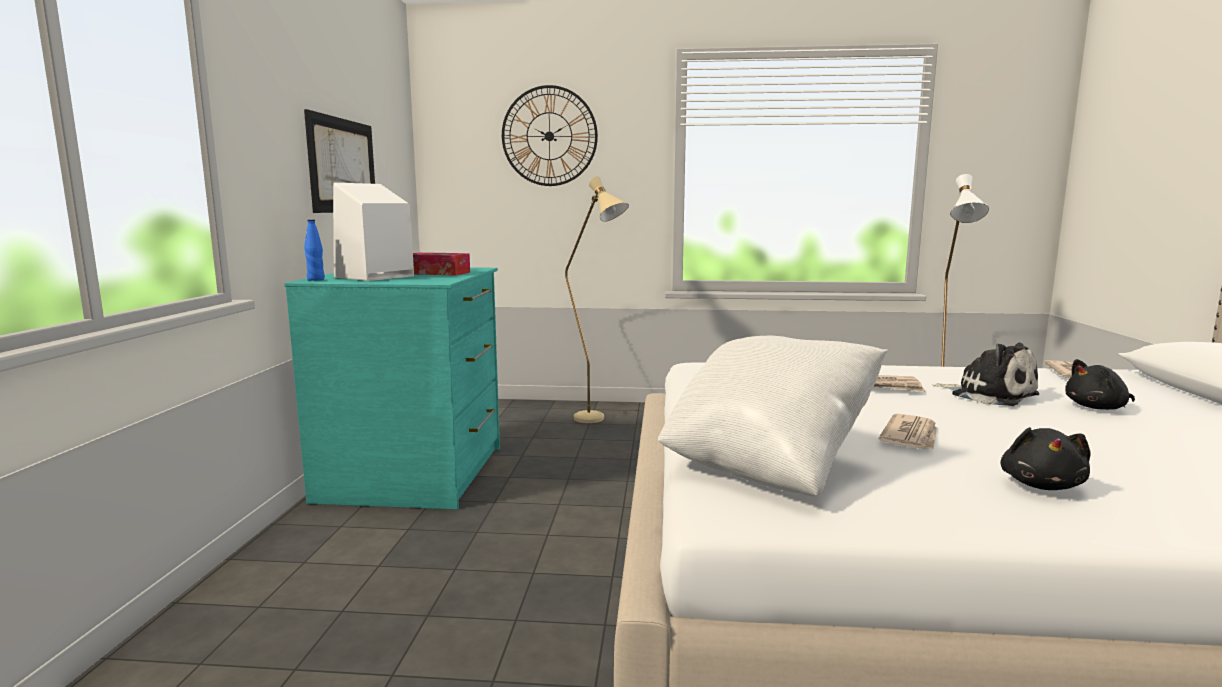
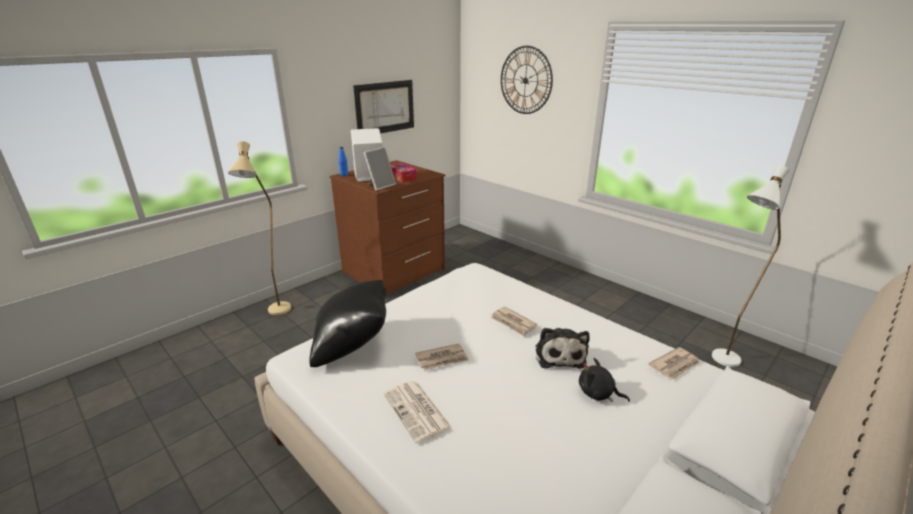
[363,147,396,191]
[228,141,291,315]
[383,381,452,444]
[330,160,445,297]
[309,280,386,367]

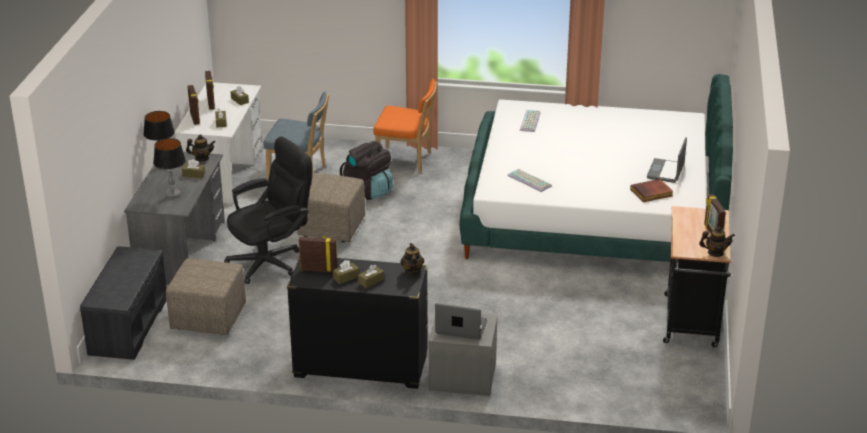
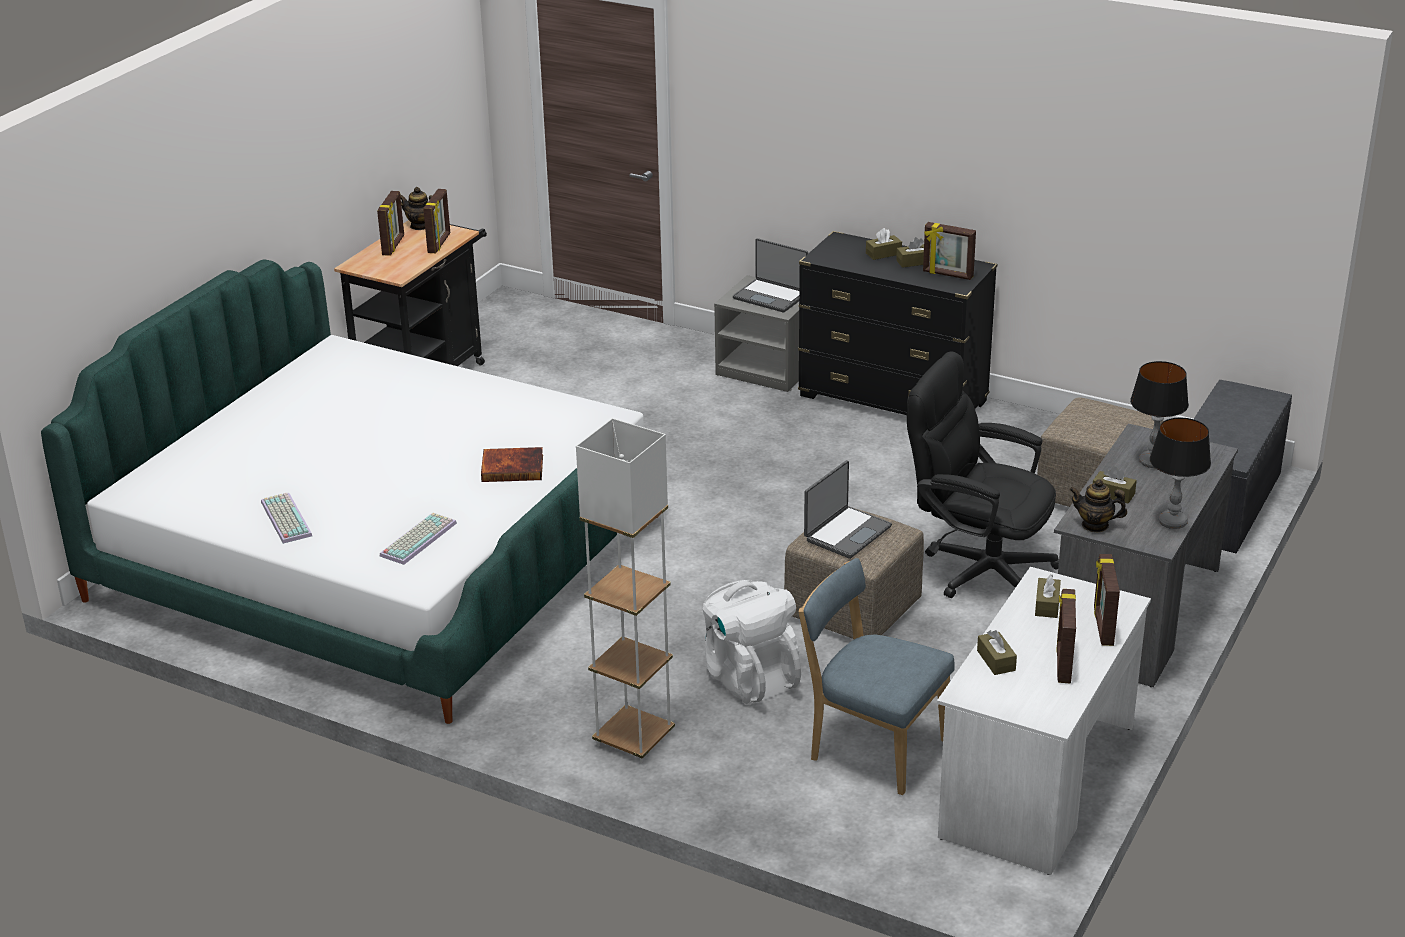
[400,243,424,276] (first image)
[423,189,450,253]
[261,493,312,544]
[481,447,543,482]
[804,460,892,559]
[576,418,675,763]
[703,580,801,705]
[907,352,1059,598]

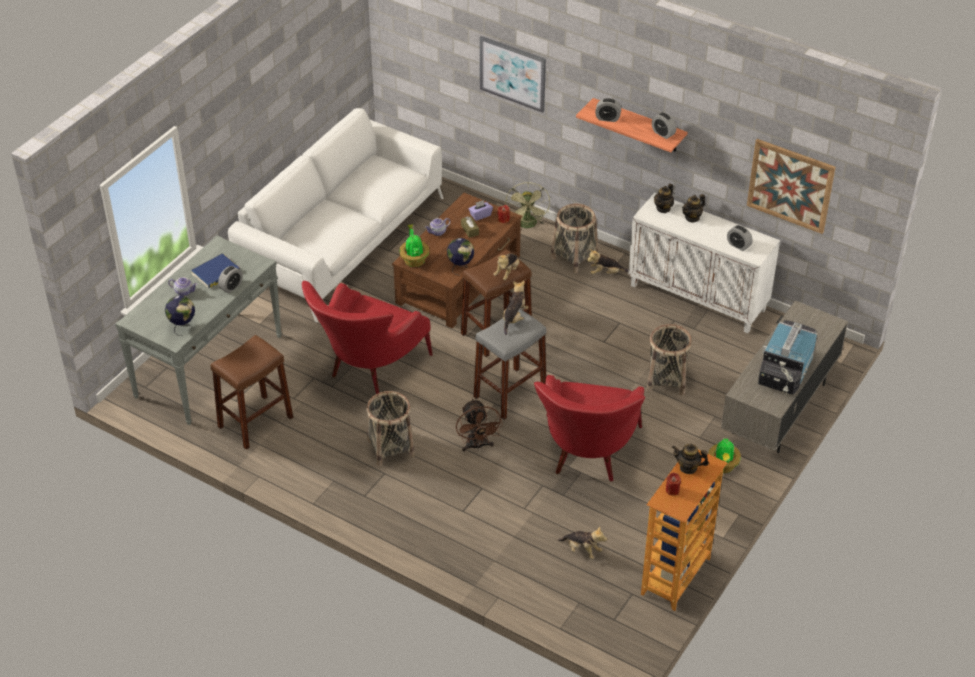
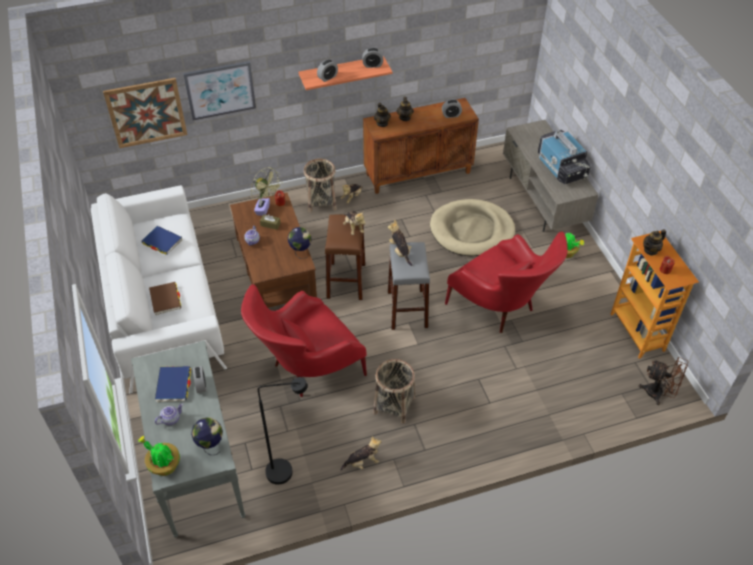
[141,226,182,255]
[149,282,181,315]
[138,436,180,476]
[638,357,688,405]
[341,436,382,471]
[103,78,187,148]
[258,377,308,485]
[430,199,515,256]
[363,98,479,194]
[241,284,367,397]

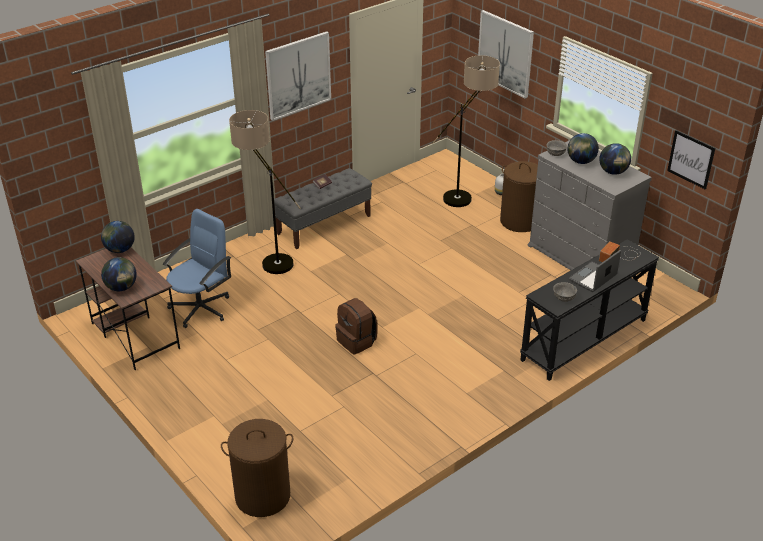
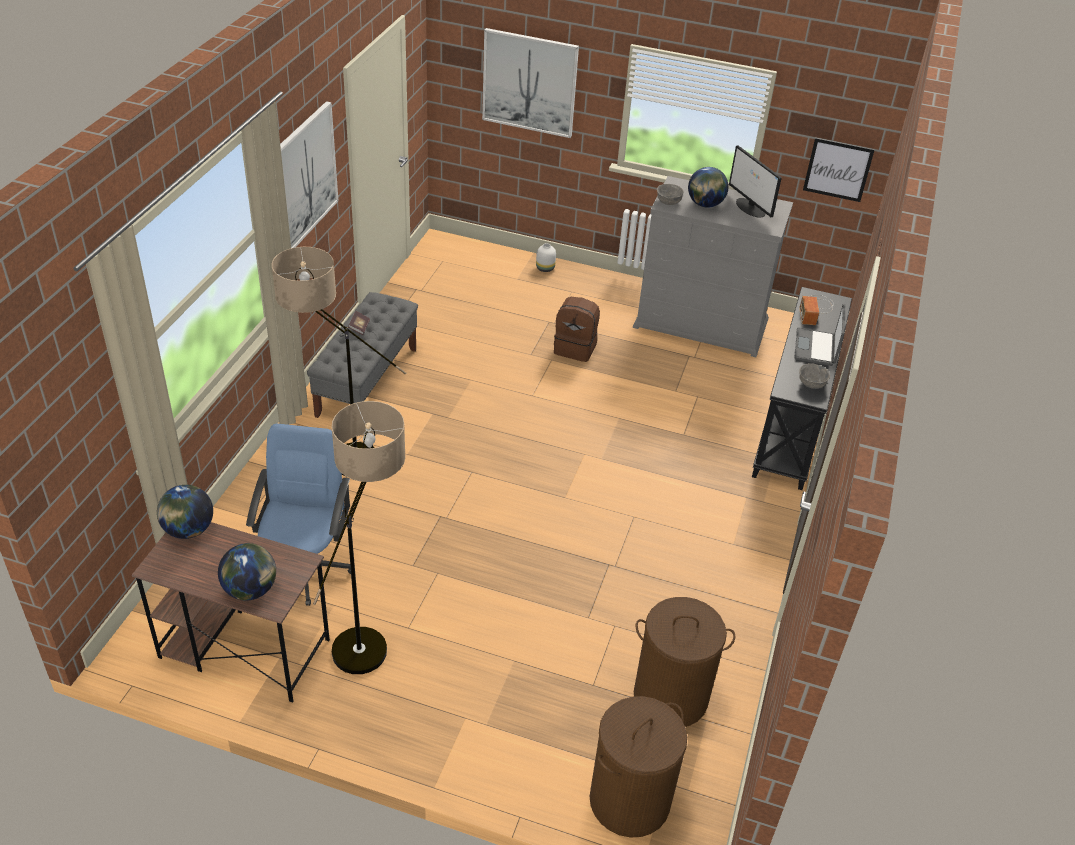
[554,297,600,362]
[313,401,406,674]
[634,597,735,727]
[729,145,782,218]

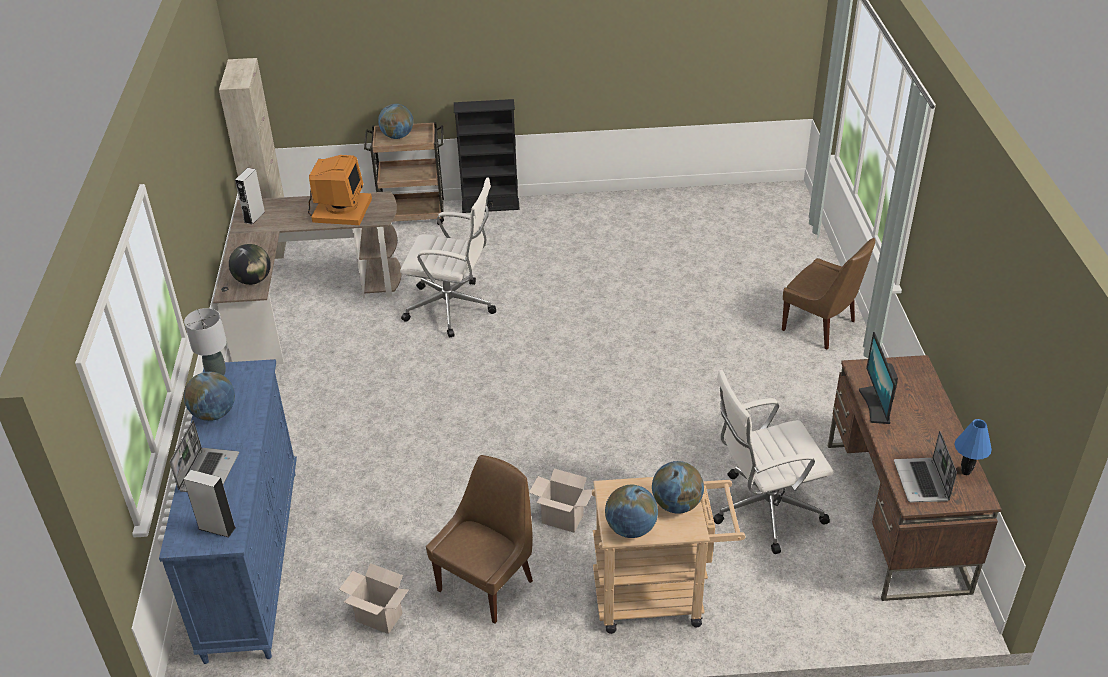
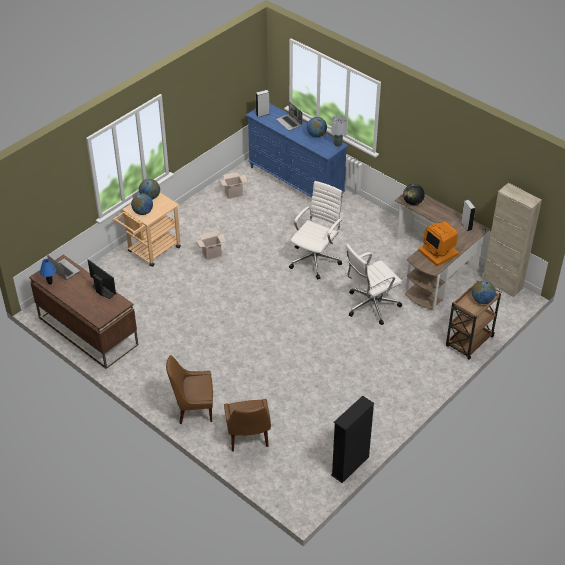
[224,399,271,452]
[331,396,374,483]
[289,181,343,279]

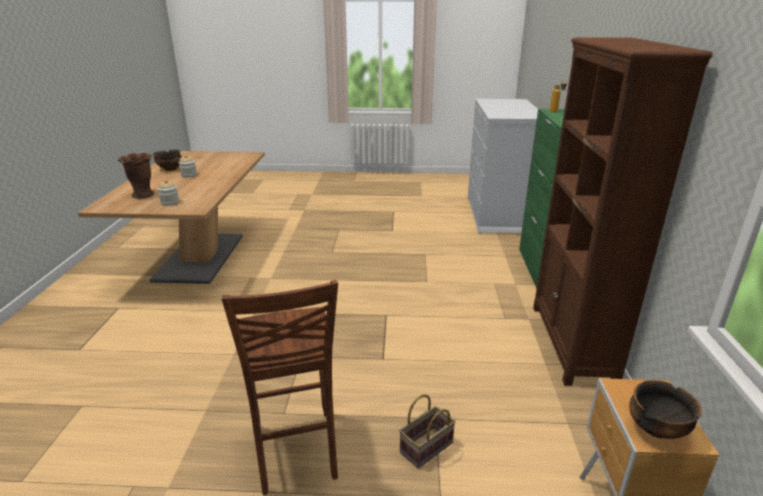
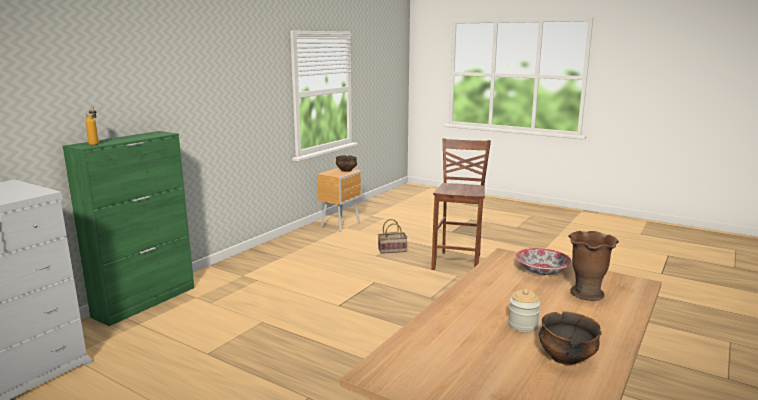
[533,37,713,386] (first image)
[516,248,572,275]

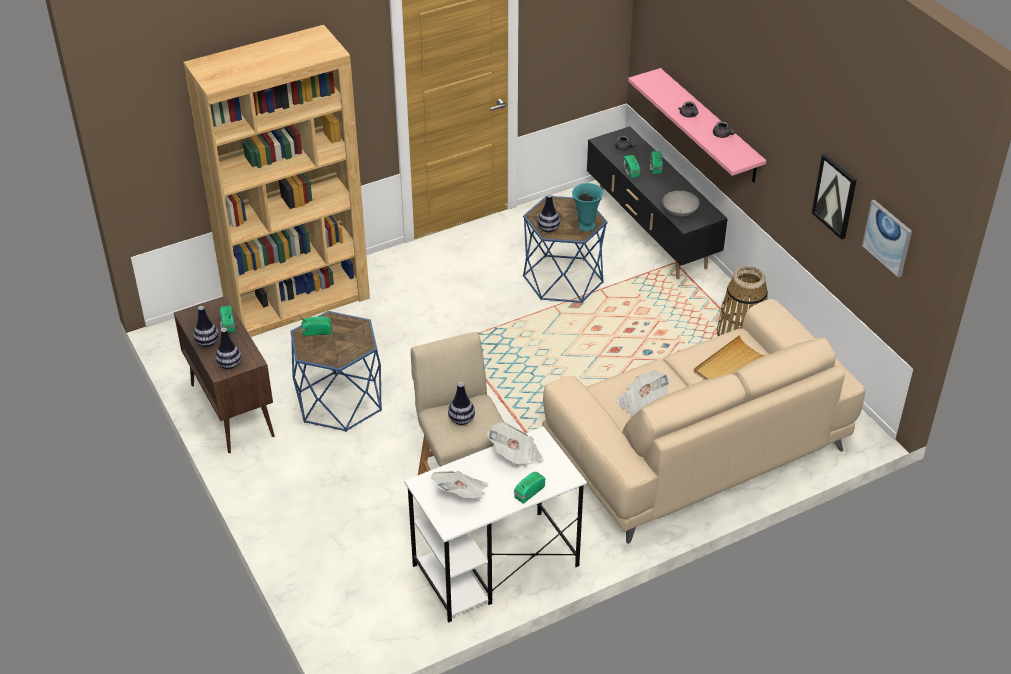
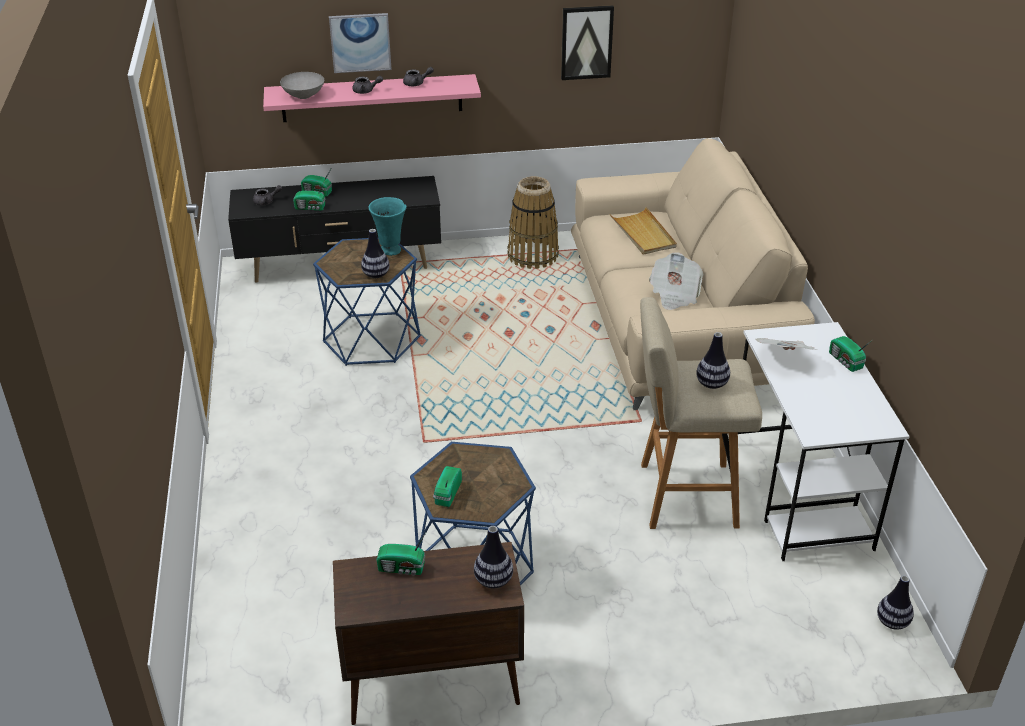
[183,25,370,337] (first image)
[431,471,488,499] (first image)
[877,575,914,630]
[280,72,324,99]
[329,13,392,73]

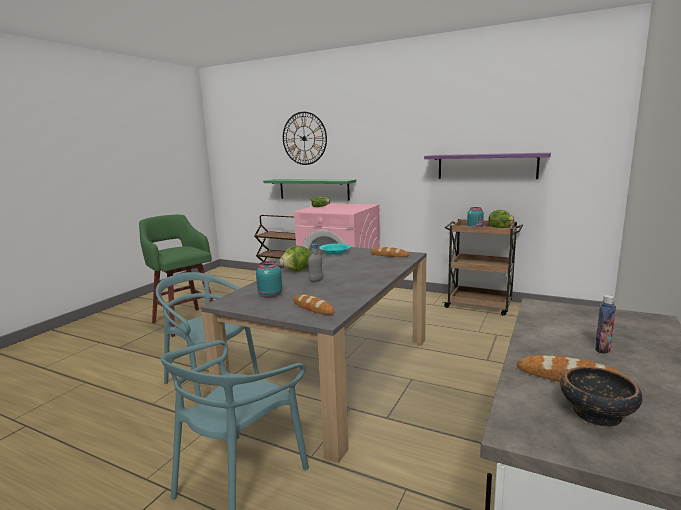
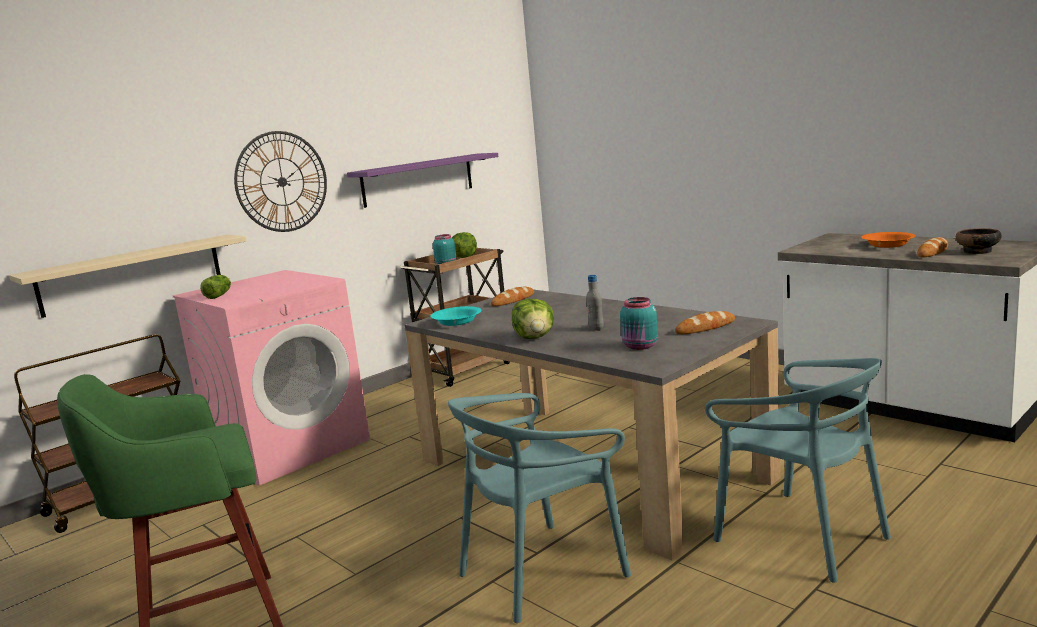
[234,131,327,232]
[861,232,916,248]
[9,235,246,318]

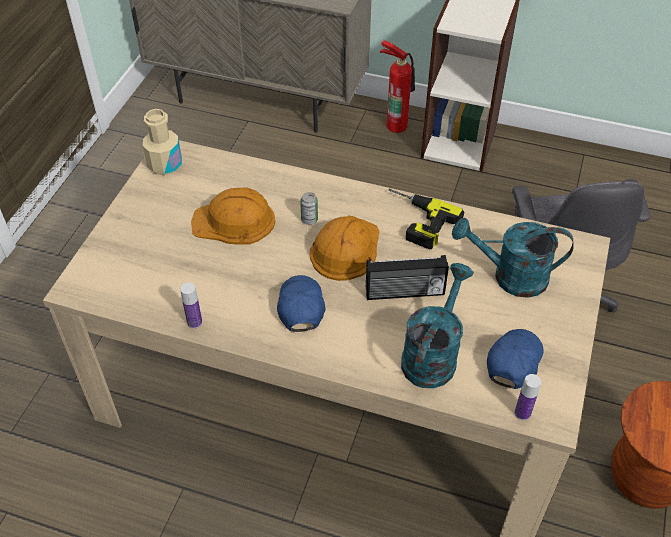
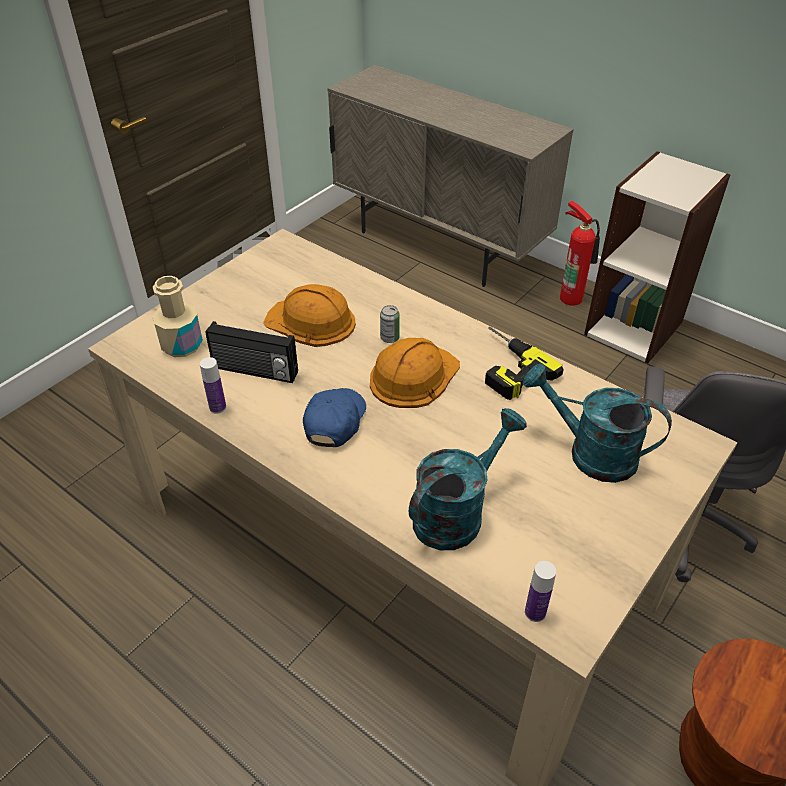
[487,329,544,389] (first image)
[152,276,203,357]
[205,321,298,383]

